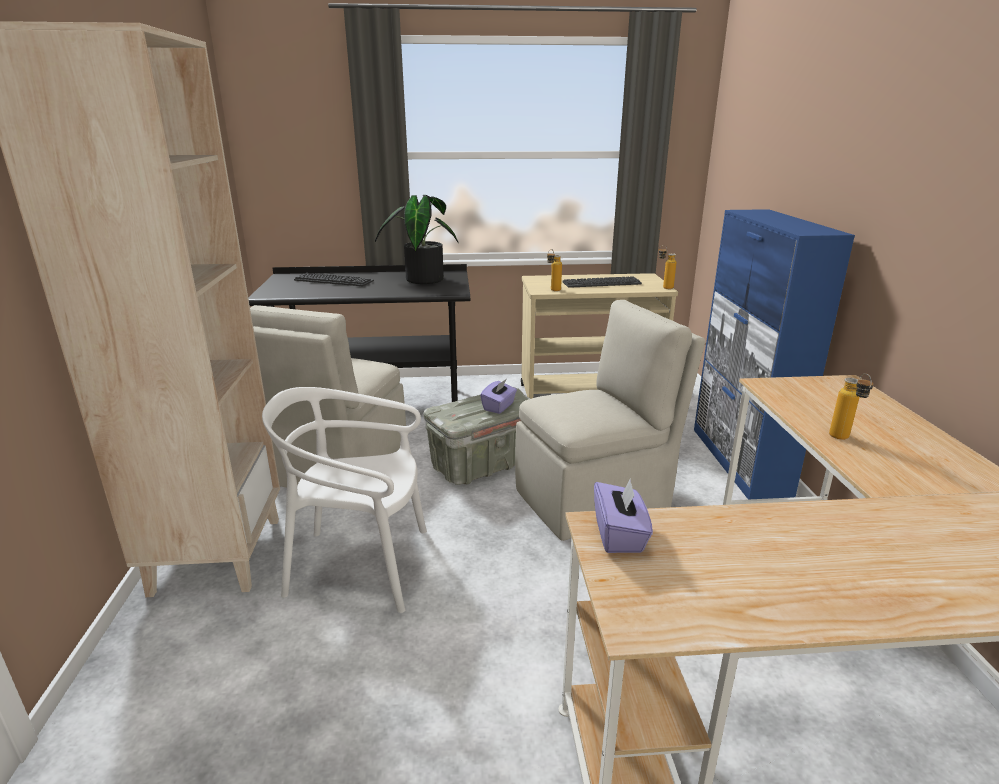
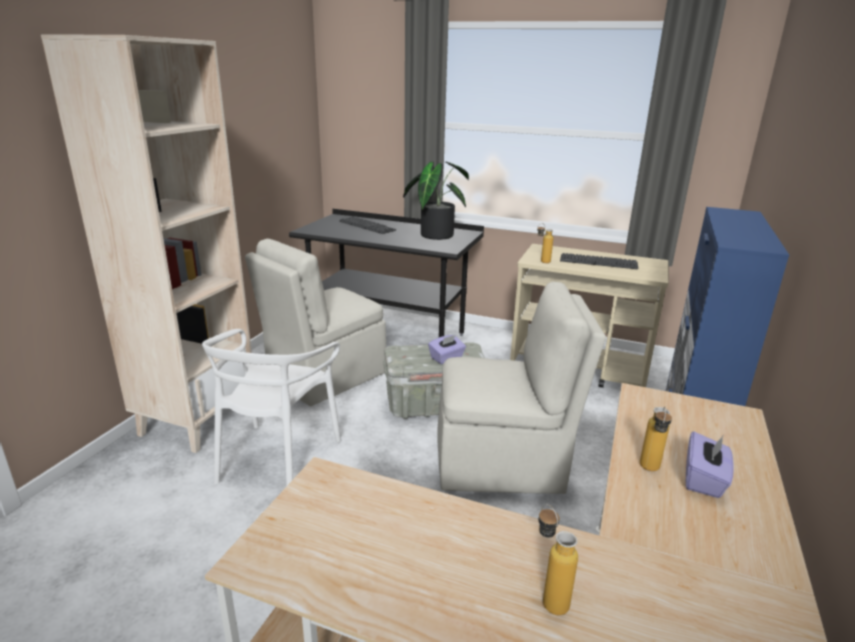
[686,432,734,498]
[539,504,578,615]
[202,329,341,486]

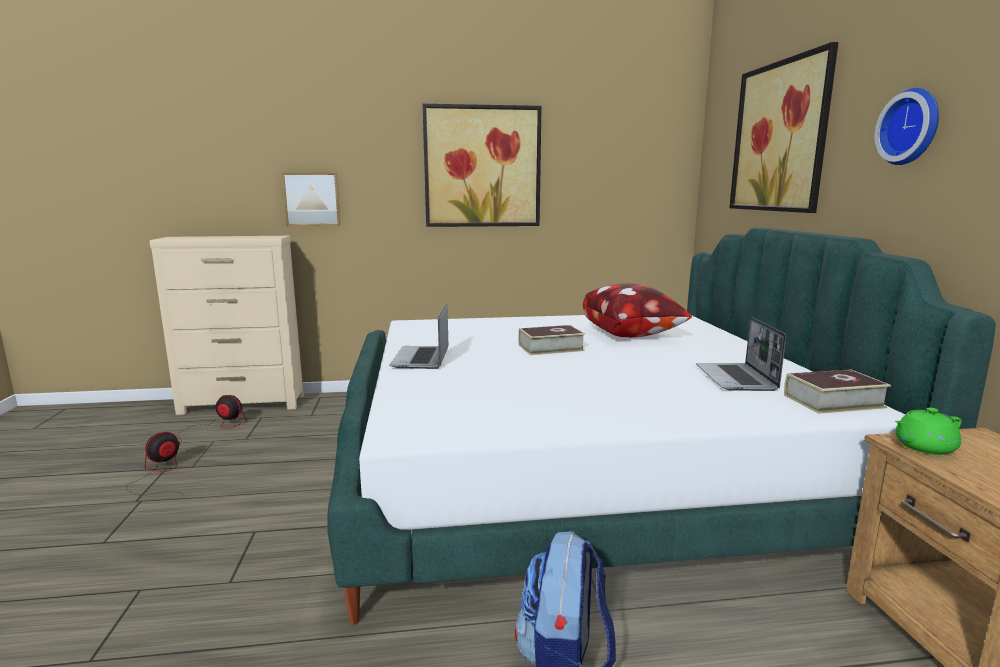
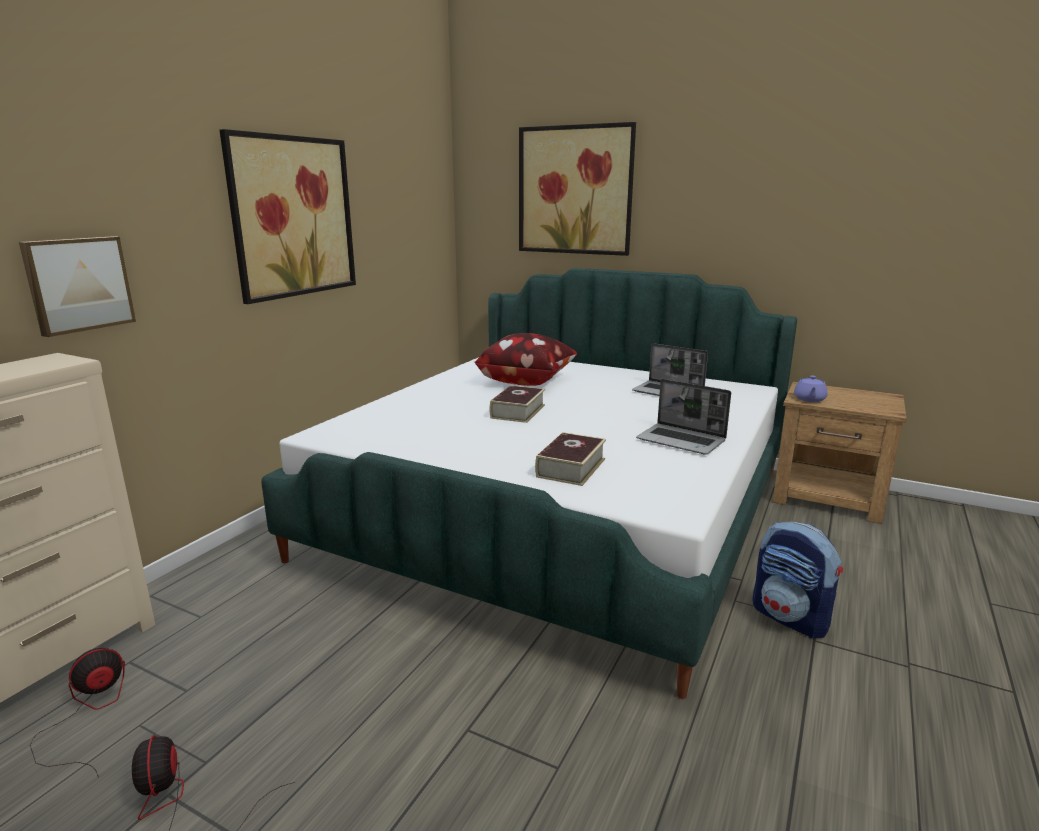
[875,88,939,165] (first image)
[636,379,731,455]
[535,432,606,486]
[794,376,828,402]

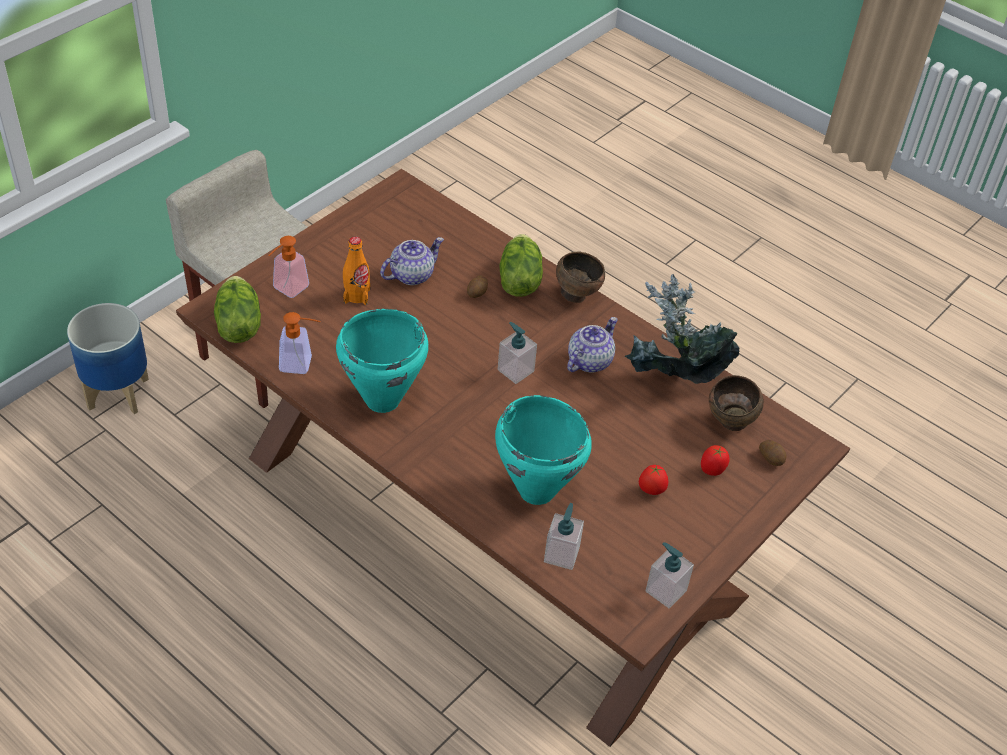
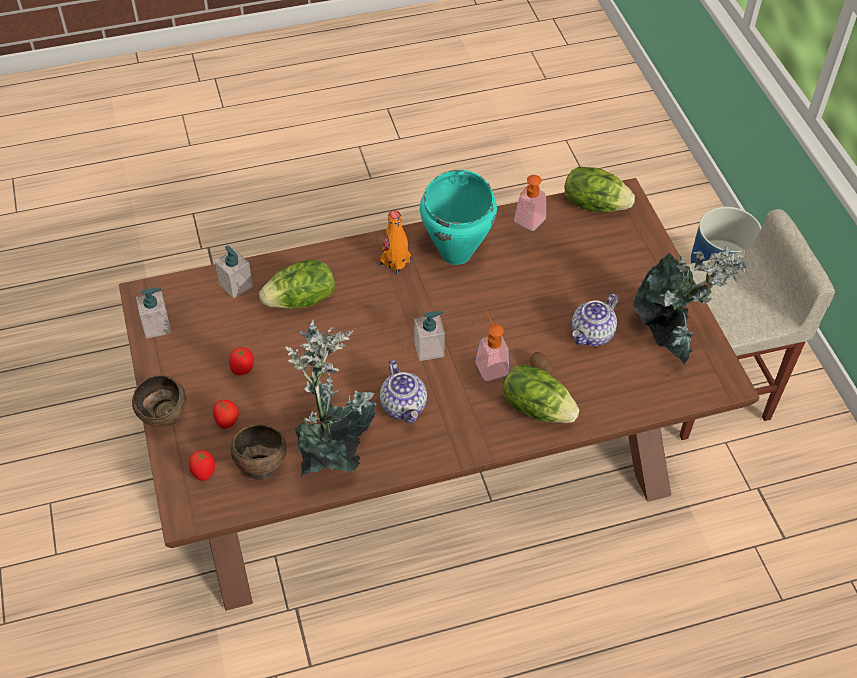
[633,246,748,364]
[476,310,509,381]
[380,210,411,275]
[132,375,187,427]
[259,260,335,309]
[189,450,215,481]
[572,294,618,346]

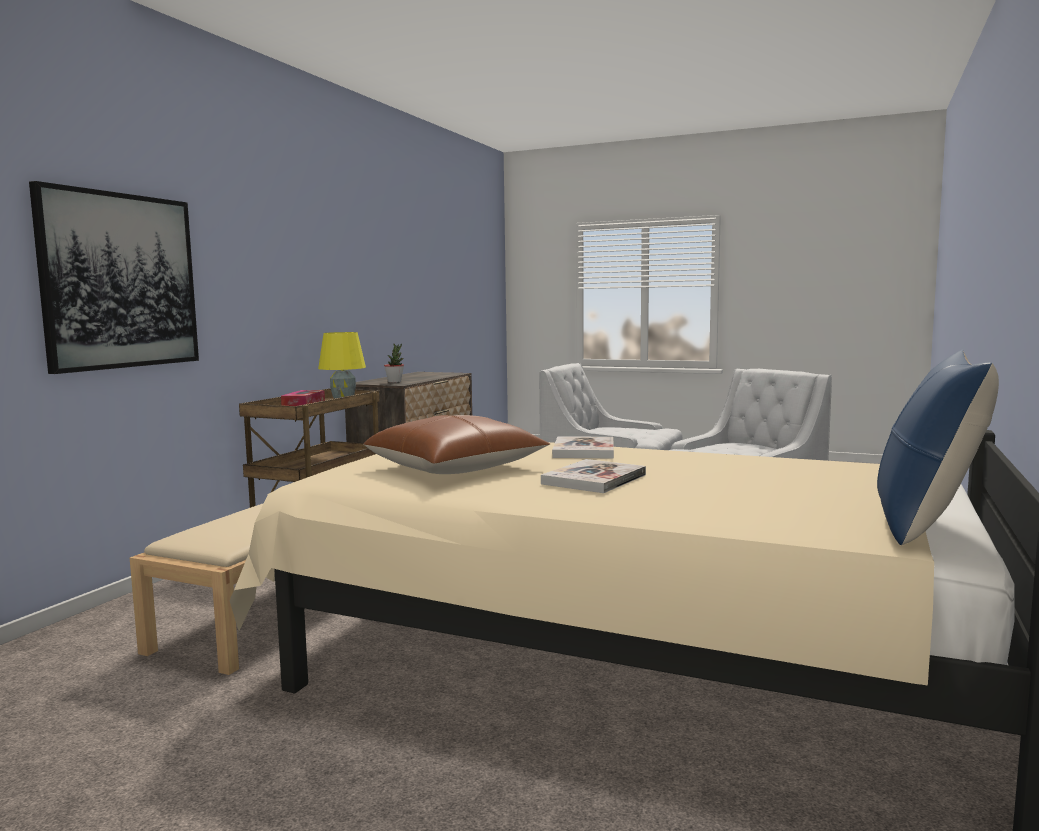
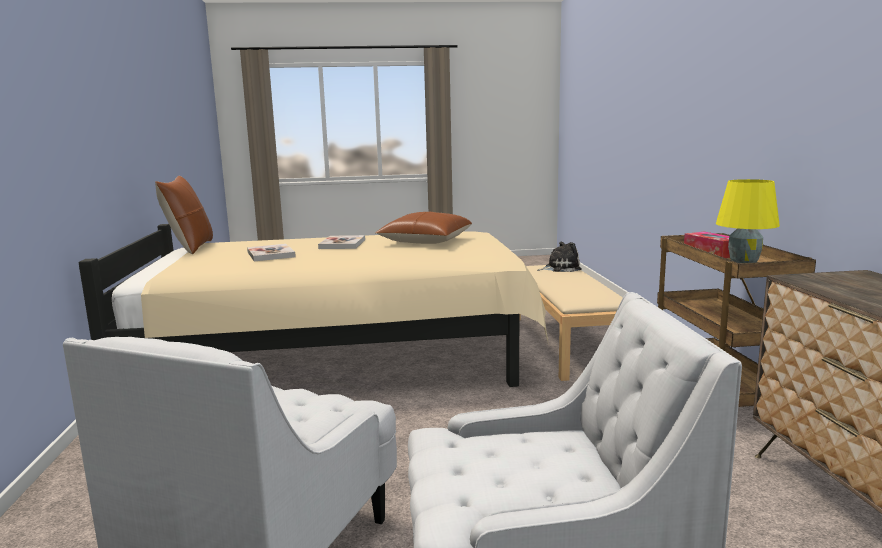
[29,181,199,374] (first image)
[384,343,404,383] (first image)
[537,241,582,272]
[247,244,296,261]
[155,176,213,254]

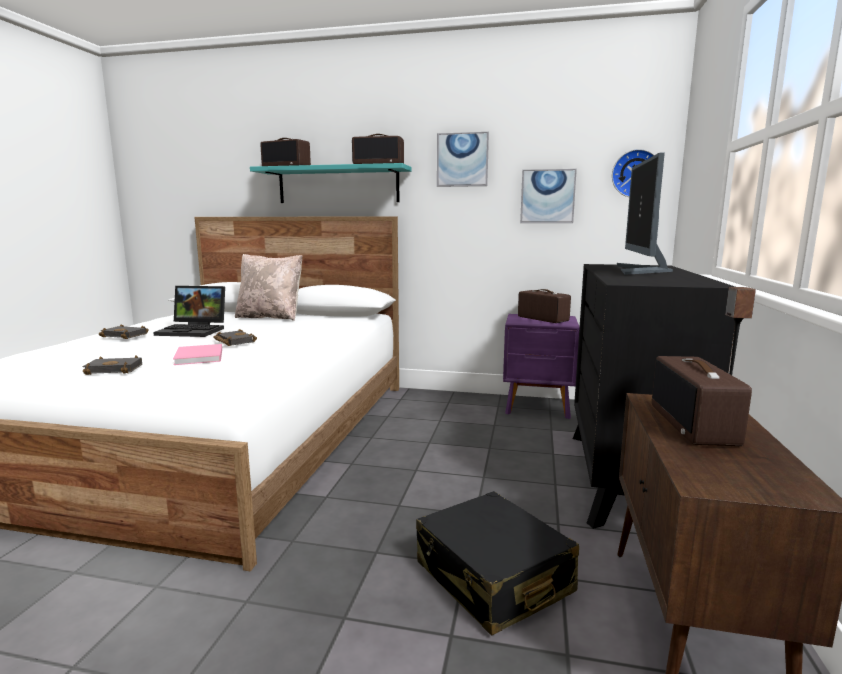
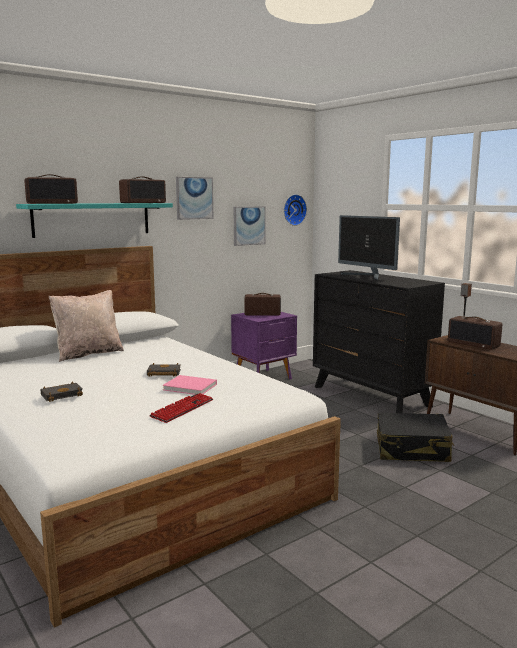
[153,286,225,337] (first image)
[149,393,213,423]

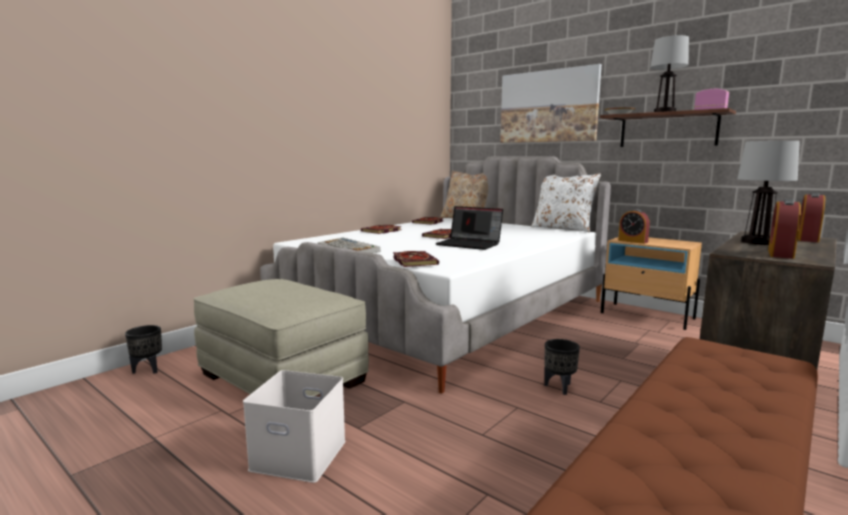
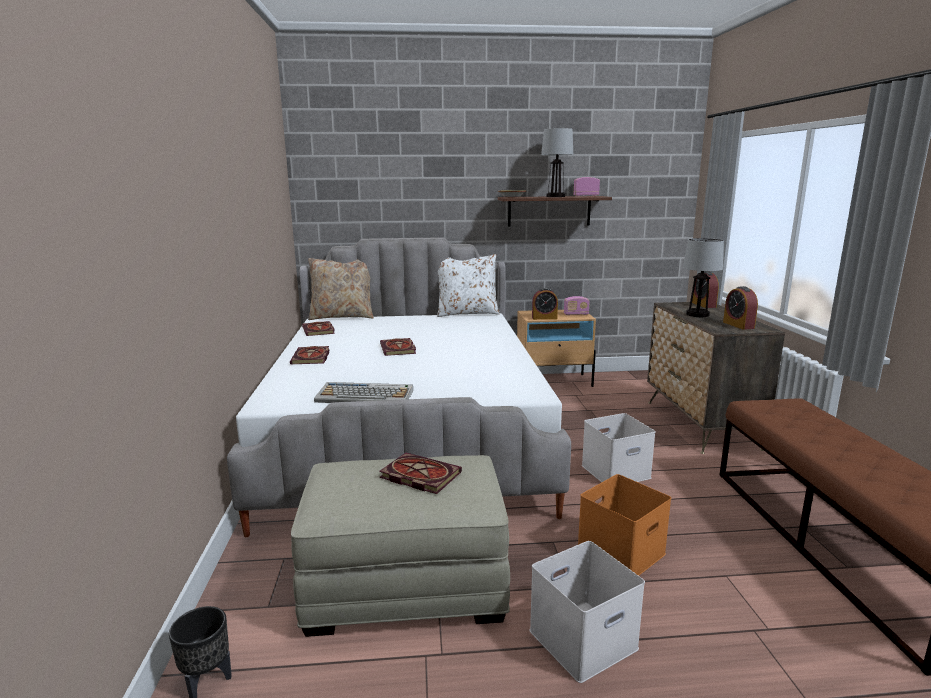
[435,206,503,250] (first image)
[500,64,602,143] (first image)
[564,296,590,315]
[578,474,671,576]
[379,453,462,494]
[582,413,656,482]

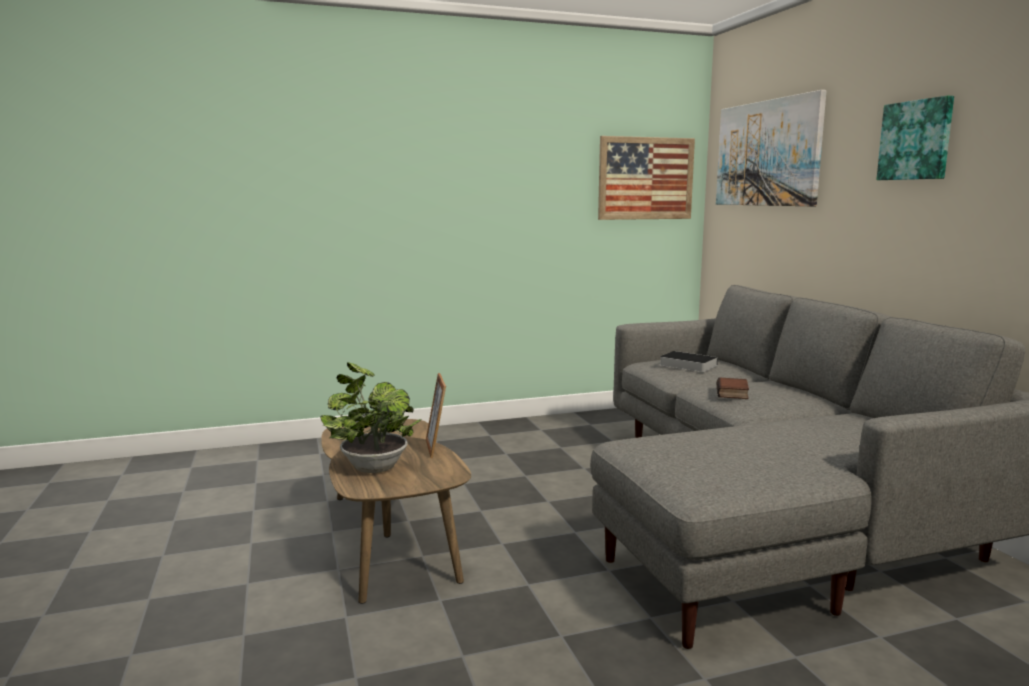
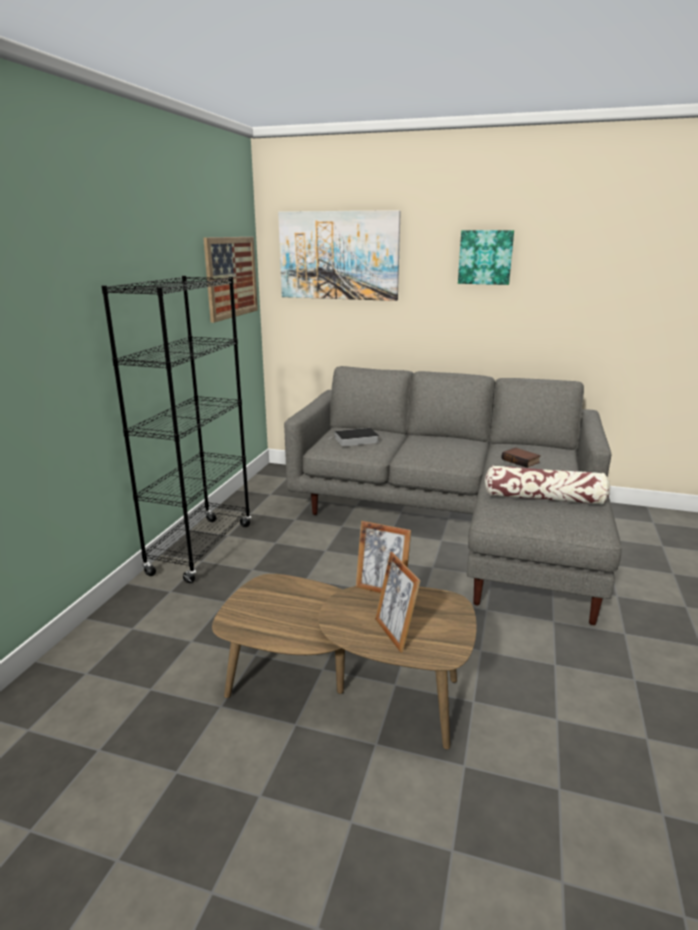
[101,276,251,583]
[485,465,610,505]
[502,448,541,468]
[375,552,420,653]

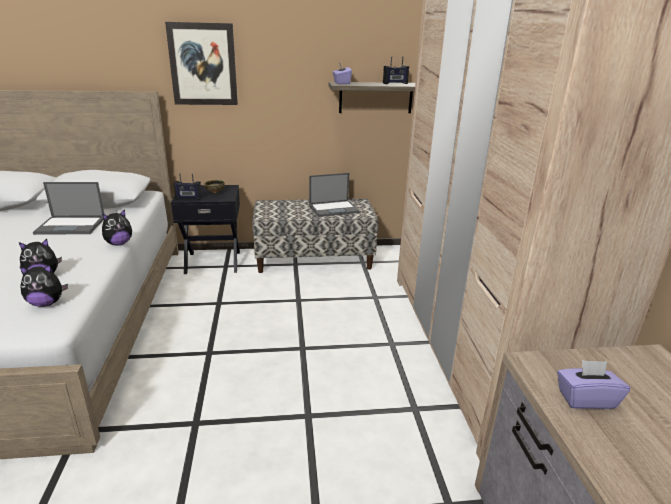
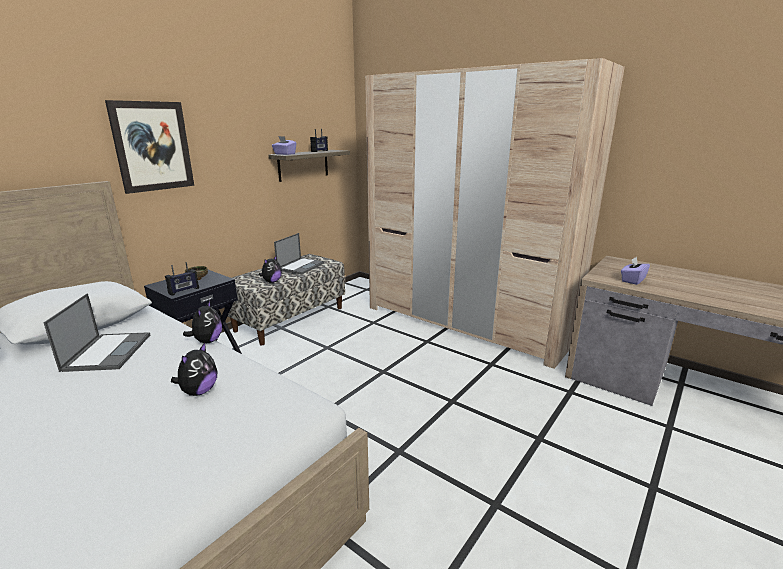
[259,255,282,283]
[43,293,150,372]

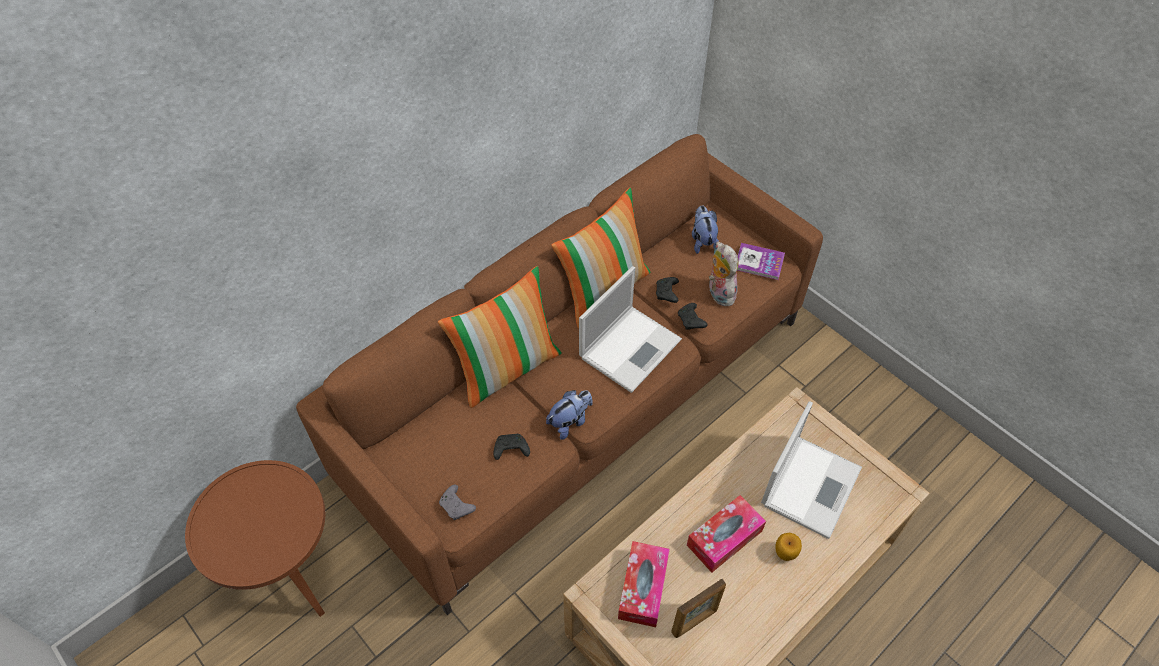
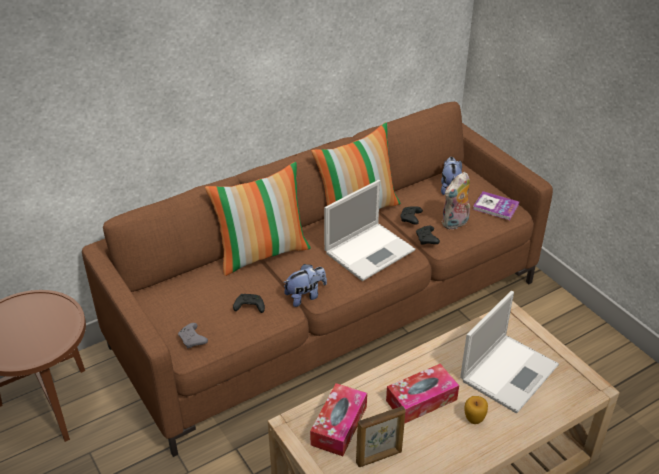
[442,172,470,229]

